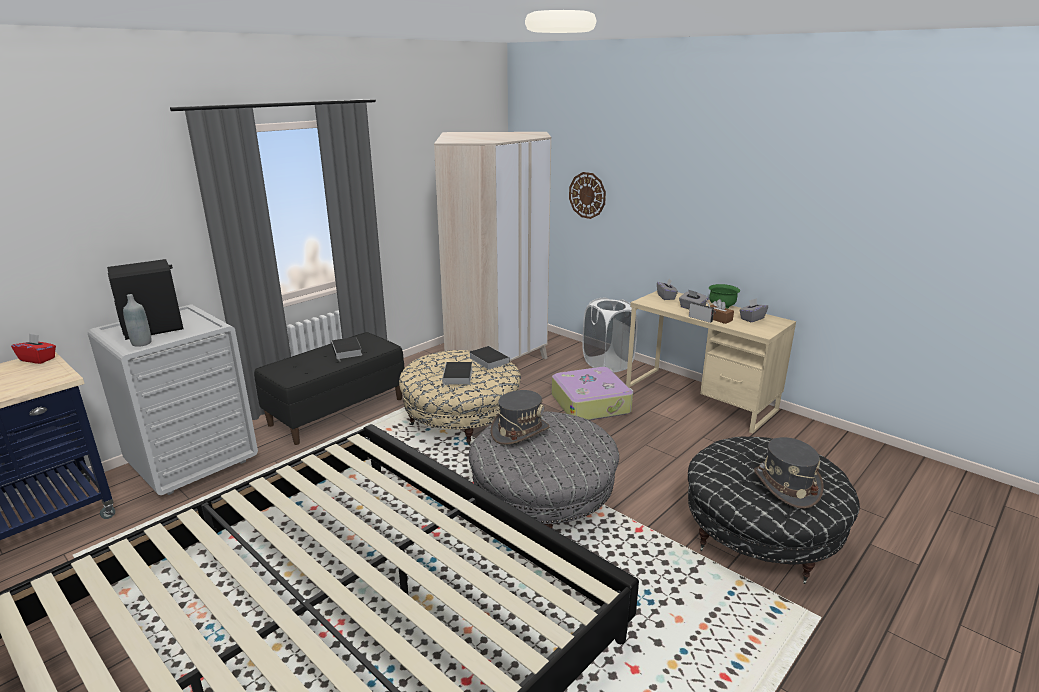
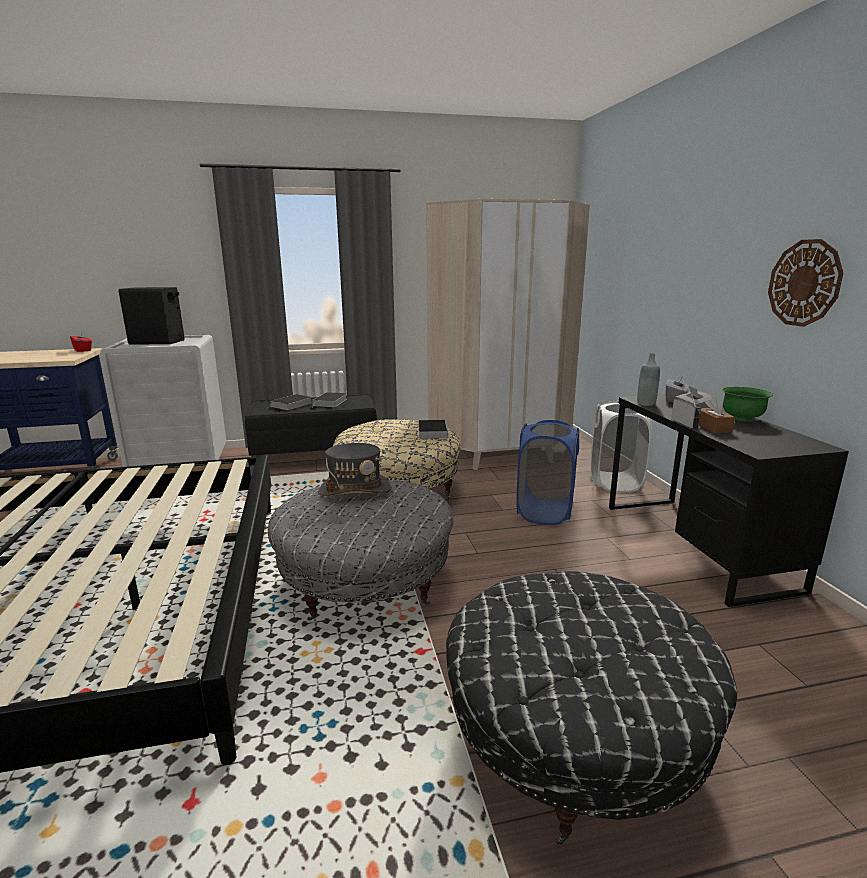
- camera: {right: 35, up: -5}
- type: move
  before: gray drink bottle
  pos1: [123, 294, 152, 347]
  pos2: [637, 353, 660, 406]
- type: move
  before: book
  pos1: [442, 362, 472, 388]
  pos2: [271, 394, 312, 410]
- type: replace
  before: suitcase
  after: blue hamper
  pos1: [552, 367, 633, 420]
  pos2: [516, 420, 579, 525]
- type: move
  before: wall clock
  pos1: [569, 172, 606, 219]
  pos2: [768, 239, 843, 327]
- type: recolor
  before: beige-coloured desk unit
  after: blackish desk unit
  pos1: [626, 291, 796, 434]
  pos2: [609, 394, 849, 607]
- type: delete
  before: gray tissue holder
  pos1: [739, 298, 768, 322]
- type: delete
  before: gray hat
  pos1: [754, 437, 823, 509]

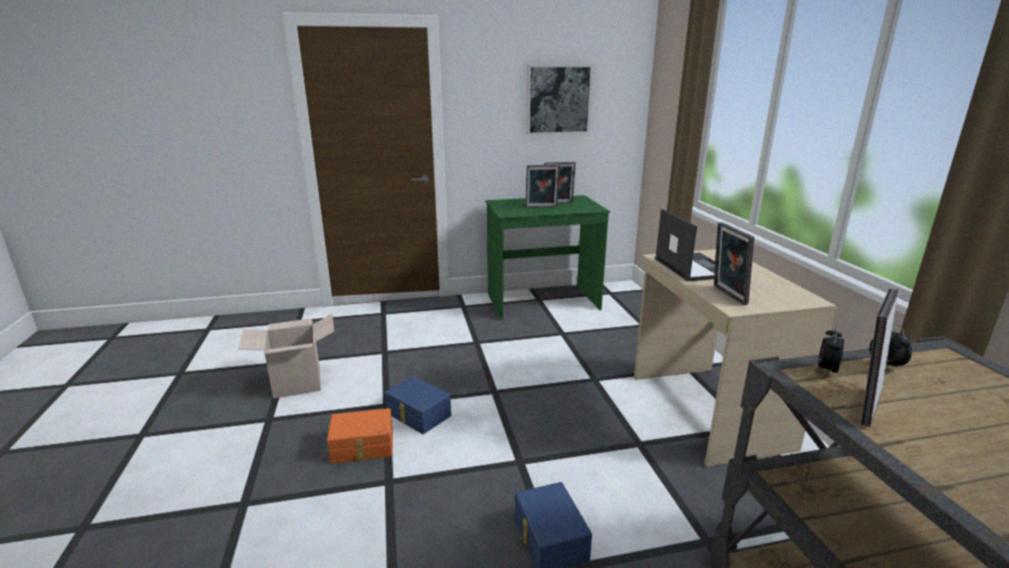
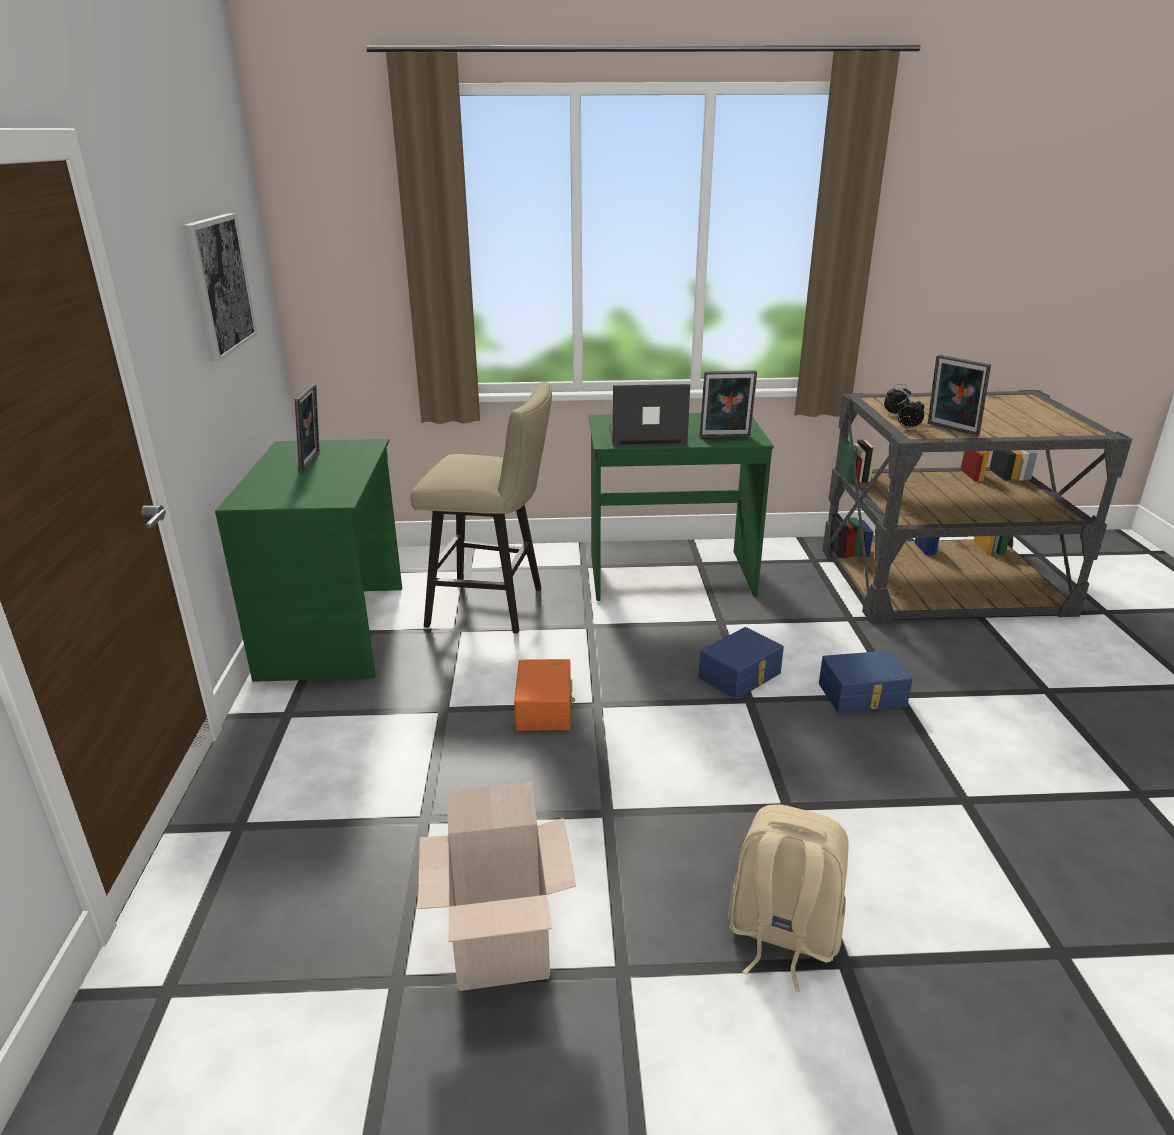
- camera: {right: -80, up: 5}
- type: move
  before: orange storage box
  pos1: [327, 408, 393, 464]
  pos2: [514, 659, 575, 731]
- type: move
  before: blue storage box
  pos1: [385, 376, 451, 434]
  pos2: [699, 627, 784, 699]
- type: delete
  before: picture frame
  pos1: [525, 165, 560, 208]
- type: recolor
  before: beige-coloured desk unit
  after: greenish desk unit
  pos1: [634, 249, 836, 467]
  pos2: [589, 413, 774, 601]
- type: insert
  after: beige-coloured stool
  pos2: [410, 382, 552, 633]
- type: insert
  after: beige-coloured knapsack
  pos2: [728, 804, 849, 992]

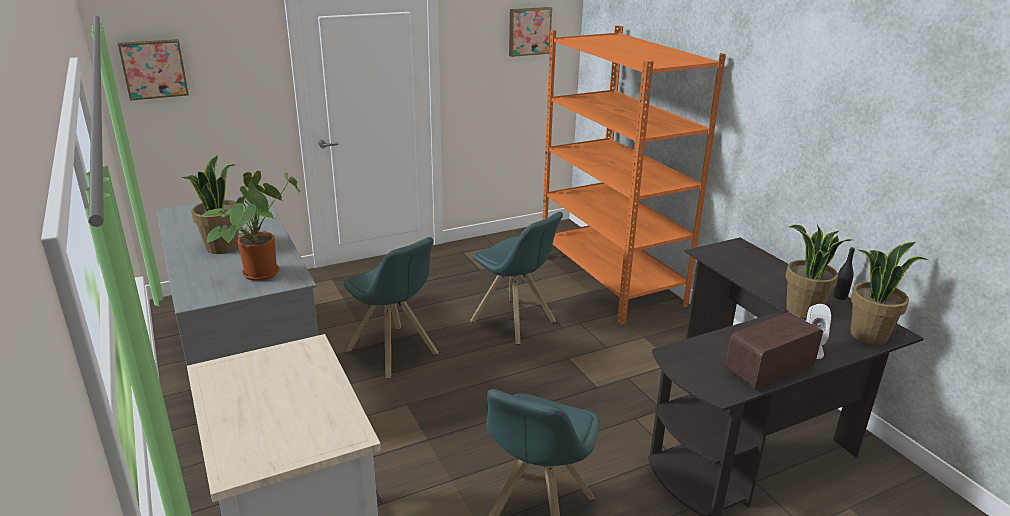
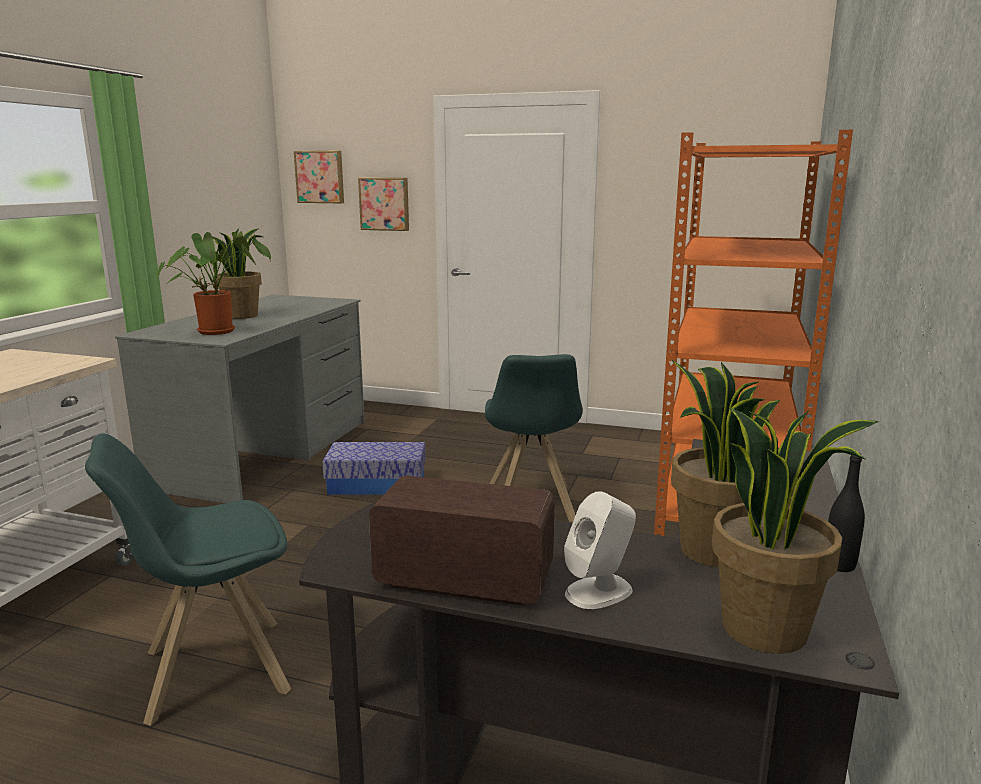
- camera: {right: 45, up: -10}
- type: replace
  before: blue-green upright chair
  after: storage box
  pos1: [343, 237, 438, 379]
  pos2: [322, 442, 426, 495]
- type: move
  before: picture
  pos1: [509, 7, 552, 57]
  pos2: [358, 178, 409, 231]

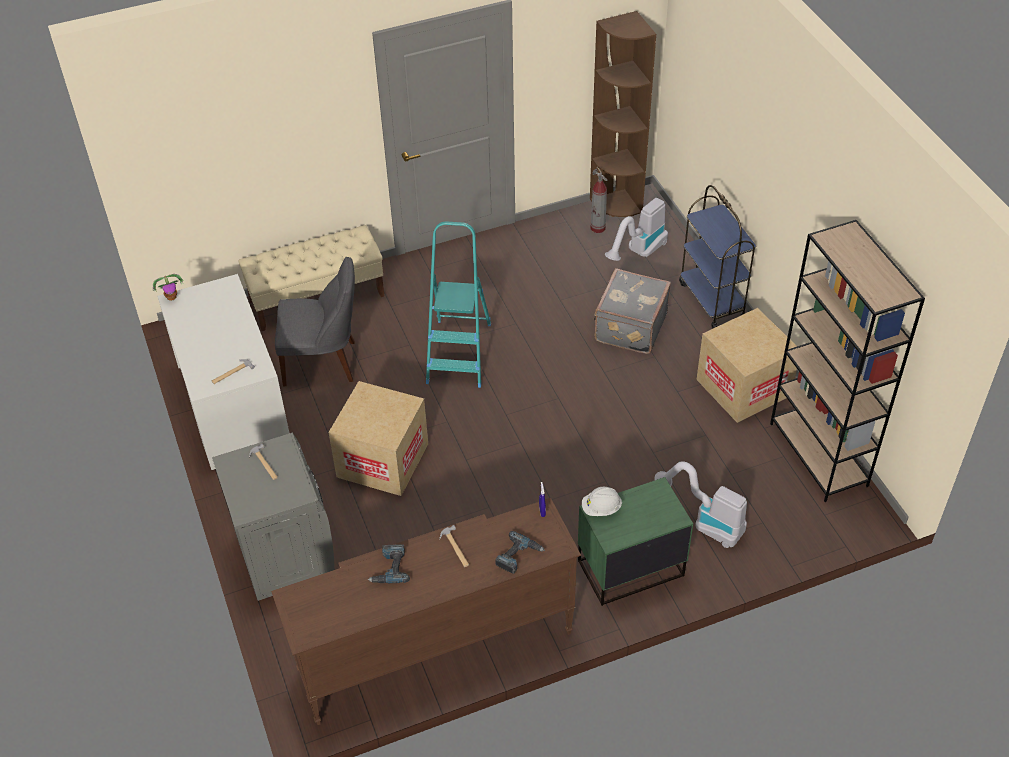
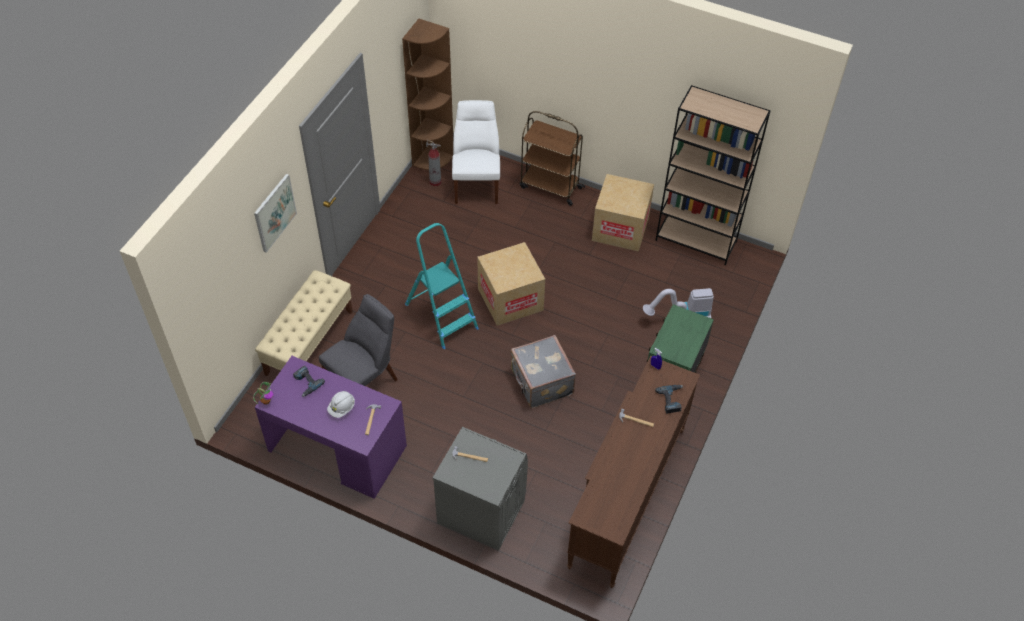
- camera: {right: -45, up: 5}
- type: recolor
  before: white-coloured desk unit
  after: purplish desk unit
  pos1: [157, 274, 289, 470]
  pos2: [255, 356, 407, 499]
- type: move
  before: packing box
  pos1: [328, 381, 428, 496]
  pos2: [477, 242, 545, 326]
- type: move
  before: electric drill
  pos1: [368, 544, 410, 583]
  pos2: [293, 366, 325, 397]
- type: move
  before: white-coloured hard hat
  pos1: [582, 487, 622, 516]
  pos2: [327, 391, 355, 418]
- type: move
  before: gray suitcase
  pos1: [594, 268, 671, 354]
  pos2: [511, 335, 576, 408]
- type: replace
  before: vacuum
  after: white-coloured upright chair
  pos1: [605, 198, 668, 261]
  pos2: [452, 100, 500, 204]
- type: recolor
  before: blue wheeled cart
  after: brown wheeled cart
  pos1: [679, 185, 756, 329]
  pos2: [520, 111, 585, 206]
- type: insert
  after: picture
  pos2: [254, 174, 297, 253]

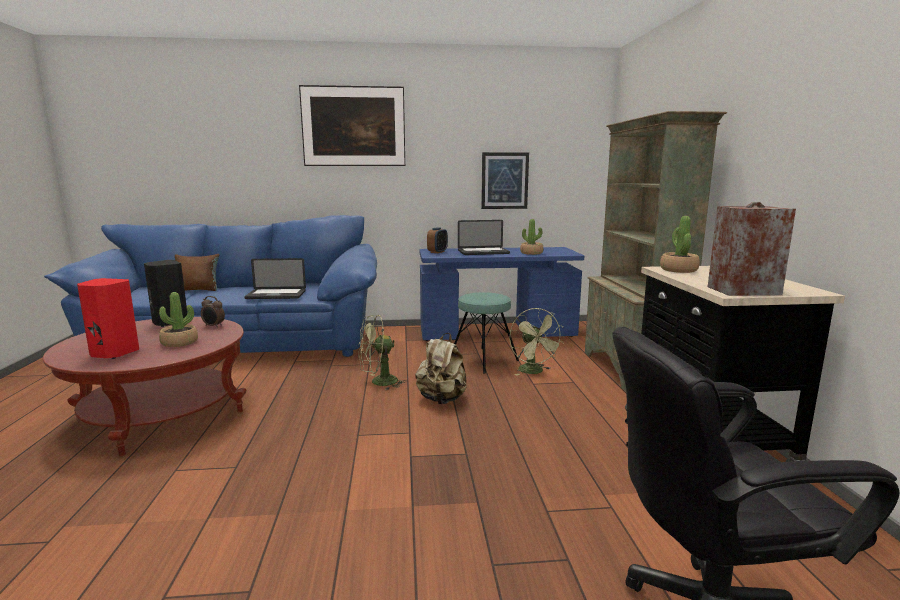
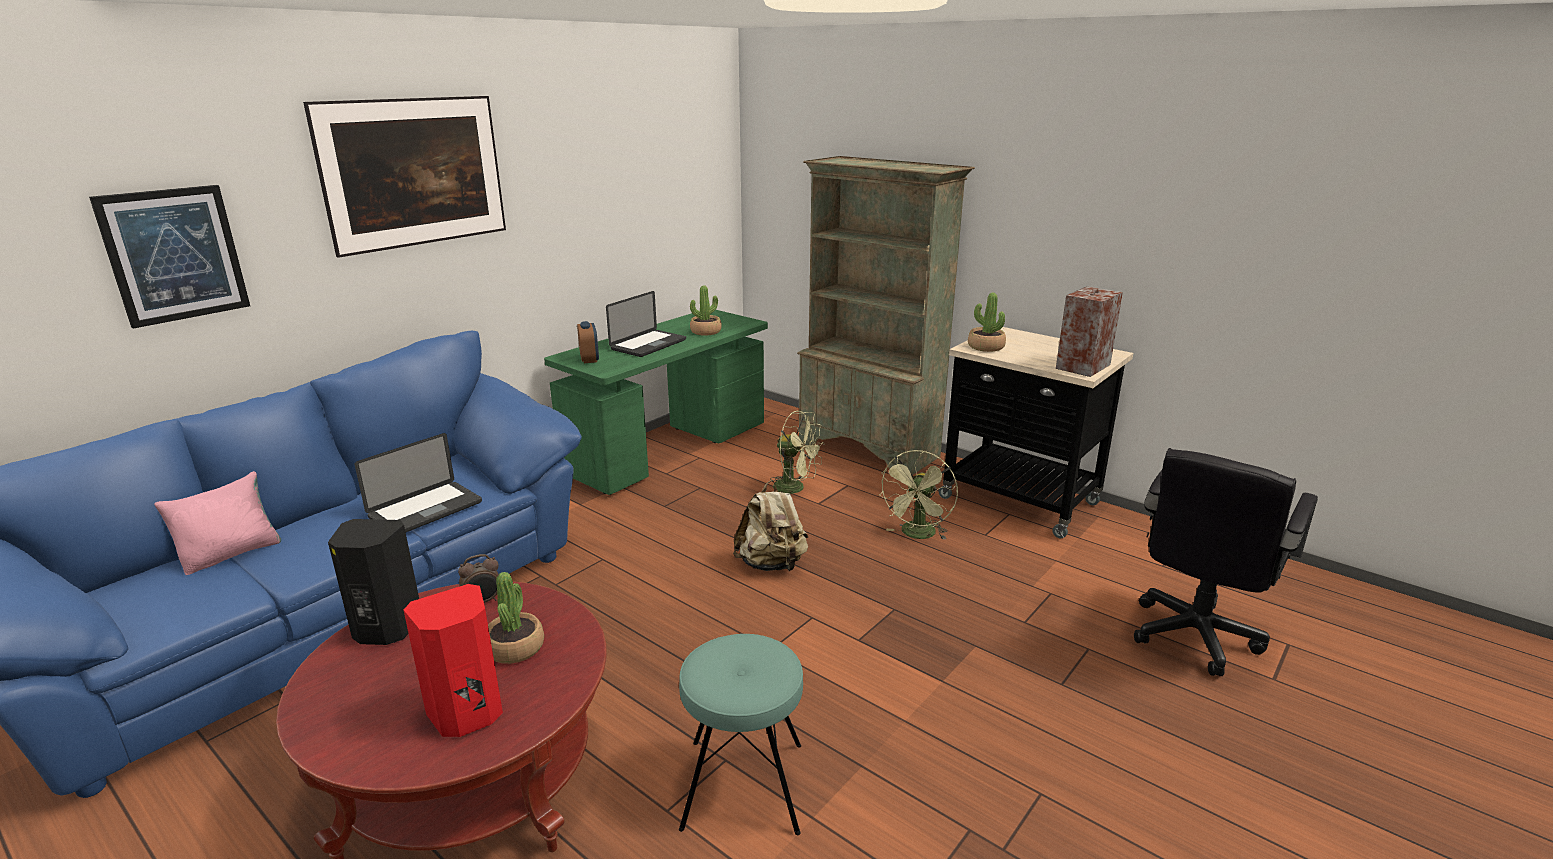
- camera: {right: -45, up: 10}
- type: recolor
  before: brown pillow
  after: pink pillow
  pos1: [175, 254, 220, 291]
  pos2: [154, 471, 281, 575]
- type: move
  before: greenish electric fan
  pos1: [358, 315, 407, 390]
  pos2: [879, 450, 958, 540]
- type: recolor
  before: blue desk unit
  after: greenish desk unit
  pos1: [420, 247, 584, 341]
  pos2: [544, 310, 768, 495]
- type: move
  before: blue-green stool
  pos1: [454, 292, 519, 373]
  pos2: [679, 634, 803, 835]
- type: move
  before: picture
  pos1: [481, 152, 529, 209]
  pos2: [89, 185, 250, 329]

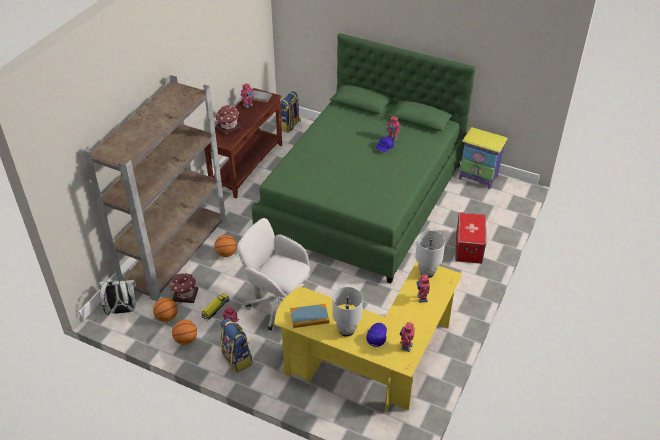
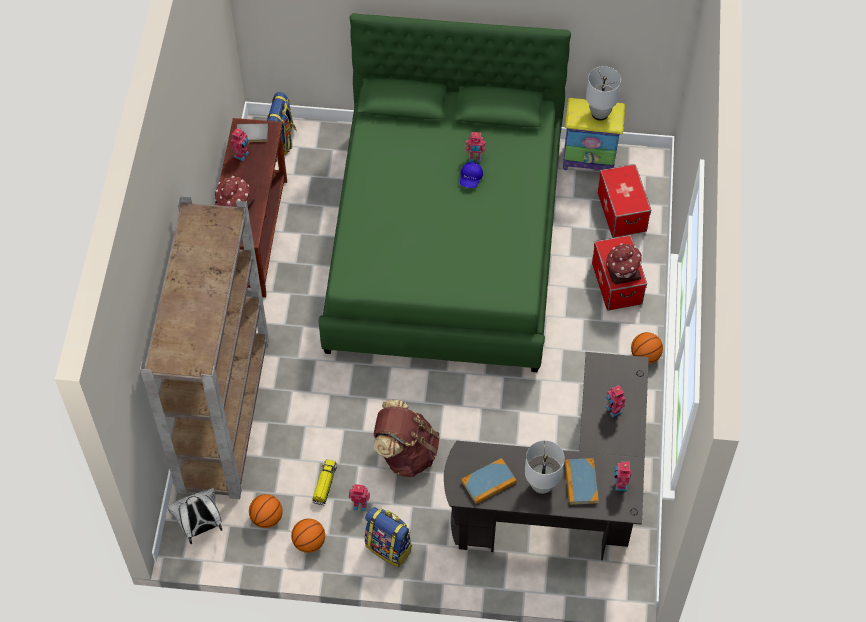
- camera: {right: -20, up: 15}
- type: move
  before: miniature house
  pos1: [170, 273, 198, 303]
  pos2: [606, 243, 642, 285]
- type: move
  before: basketball
  pos1: [215, 235, 237, 257]
  pos2: [631, 332, 663, 364]
- type: replace
  before: white-coloured desk chair
  after: brown knapsack
  pos1: [237, 218, 310, 330]
  pos2: [374, 400, 440, 477]
- type: recolor
  before: yellow desk unit
  after: blackish desk unit
  pos1: [274, 261, 462, 414]
  pos2: [444, 352, 649, 560]
- type: replace
  before: blue baseball cap
  after: book
  pos1: [366, 323, 387, 347]
  pos2: [565, 458, 599, 505]
- type: move
  before: white-coloured tabletop lamp
  pos1: [415, 231, 445, 278]
  pos2: [586, 66, 621, 121]
- type: insert
  after: storage box
  pos2: [598, 164, 651, 238]

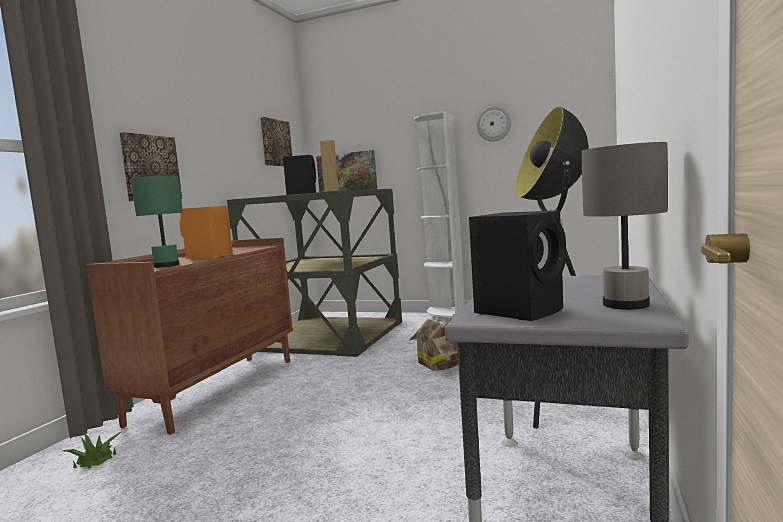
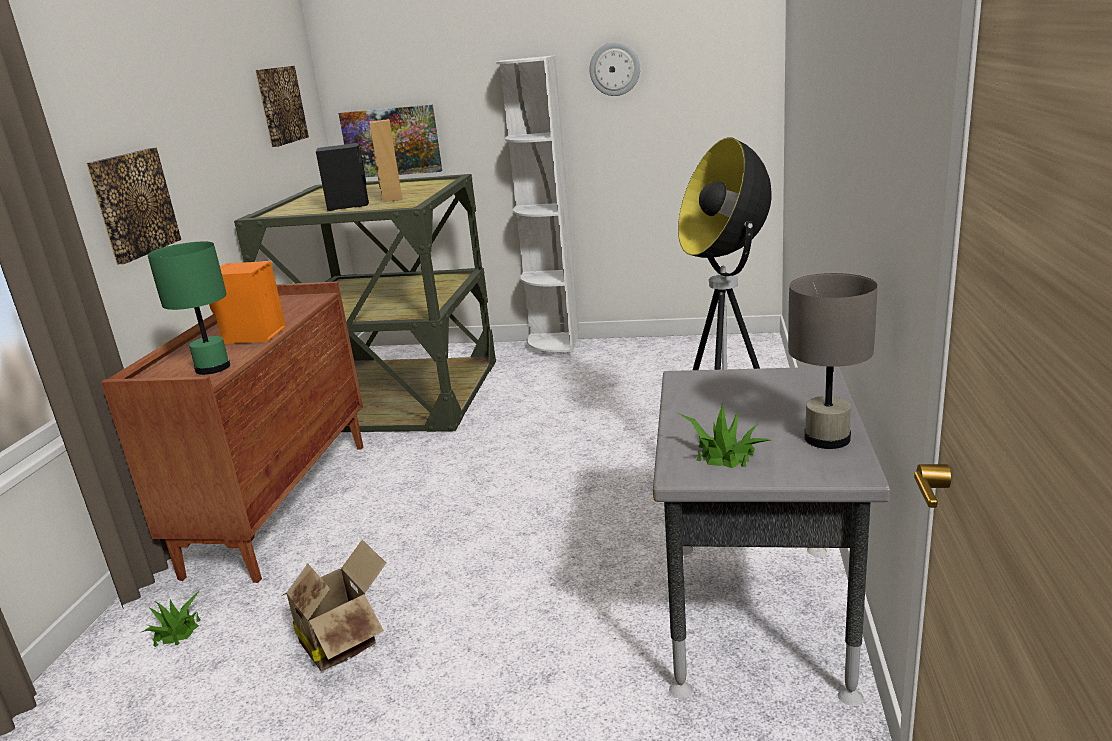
- camera: {right: -10, up: 15}
- type: move
  before: packing box
  pos1: [410, 314, 458, 371]
  pos2: [283, 540, 386, 671]
- type: replace
  before: blackish loudspeaker
  after: houseplant
  pos1: [469, 210, 566, 321]
  pos2: [678, 403, 772, 468]

